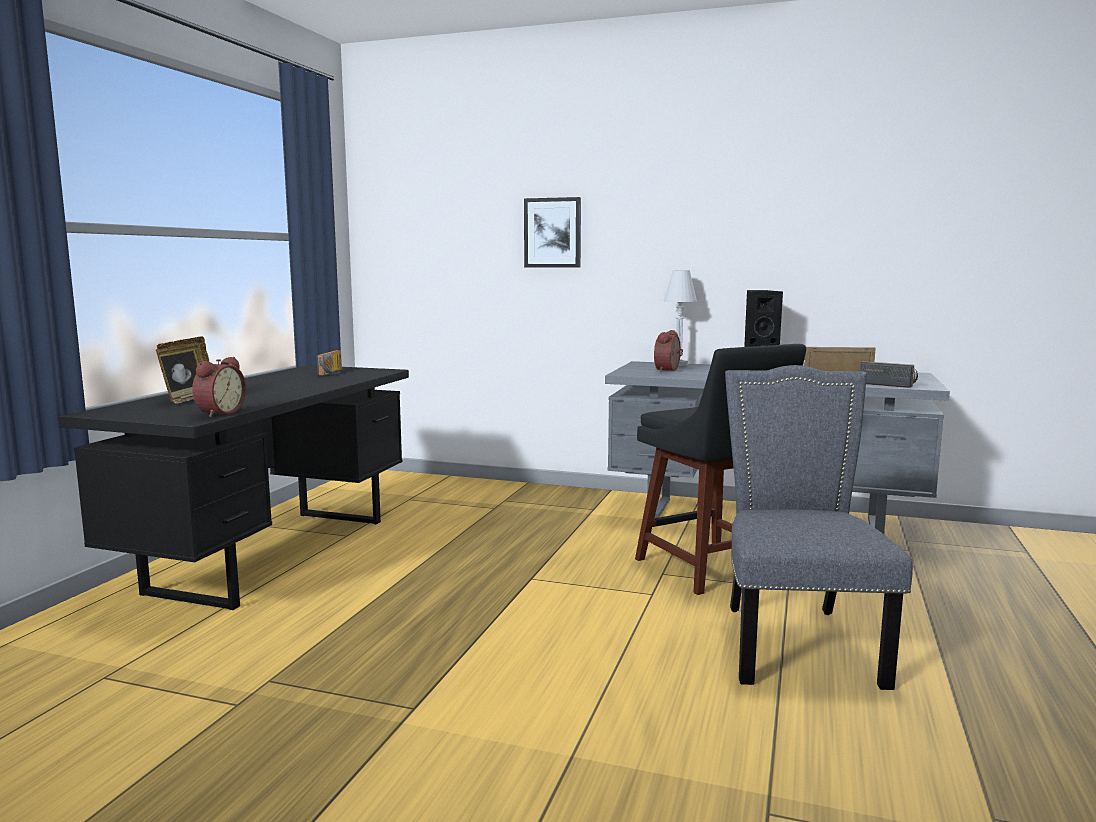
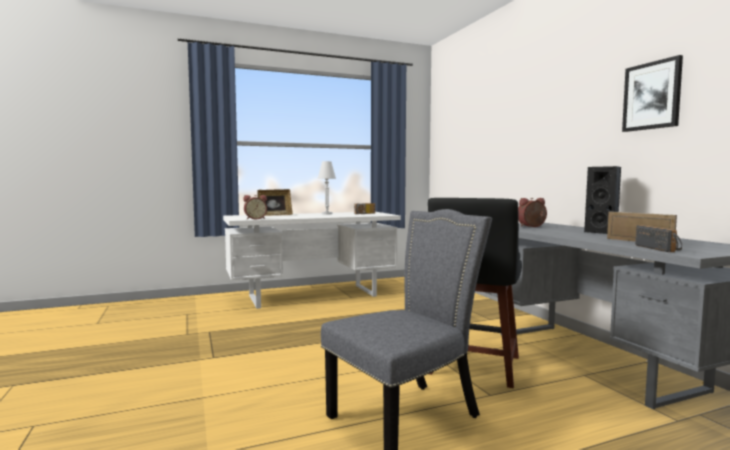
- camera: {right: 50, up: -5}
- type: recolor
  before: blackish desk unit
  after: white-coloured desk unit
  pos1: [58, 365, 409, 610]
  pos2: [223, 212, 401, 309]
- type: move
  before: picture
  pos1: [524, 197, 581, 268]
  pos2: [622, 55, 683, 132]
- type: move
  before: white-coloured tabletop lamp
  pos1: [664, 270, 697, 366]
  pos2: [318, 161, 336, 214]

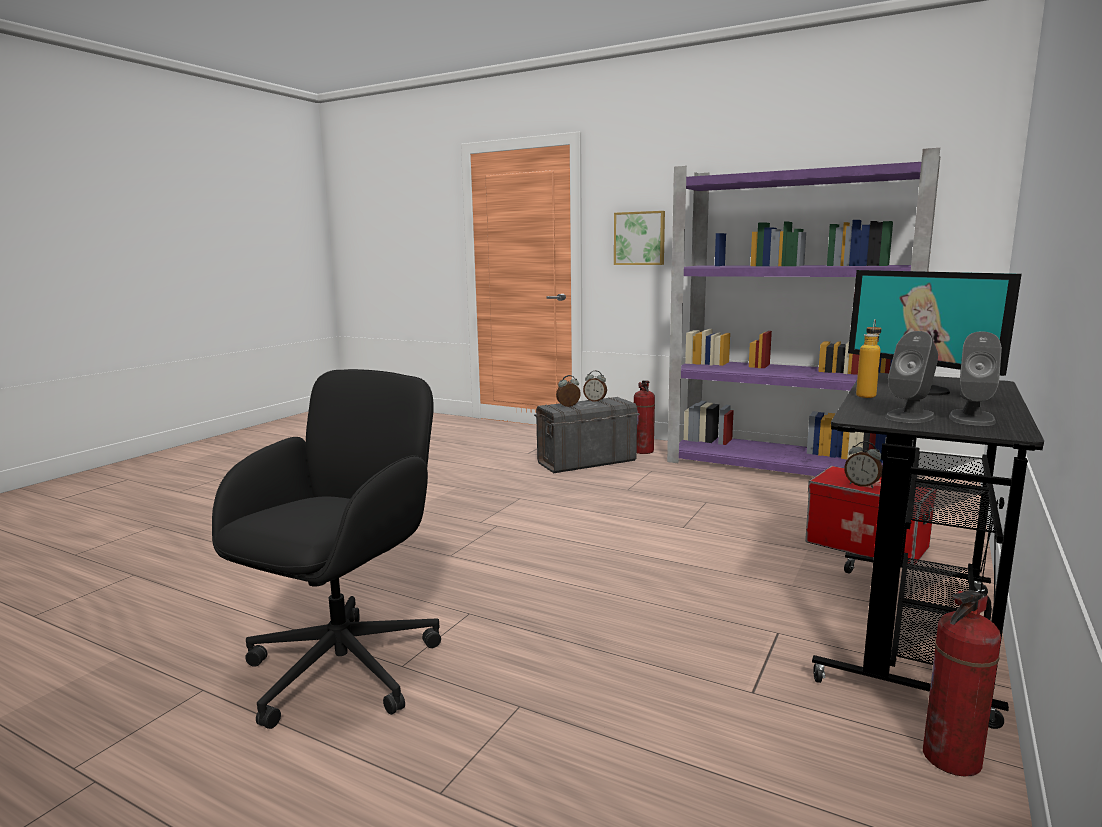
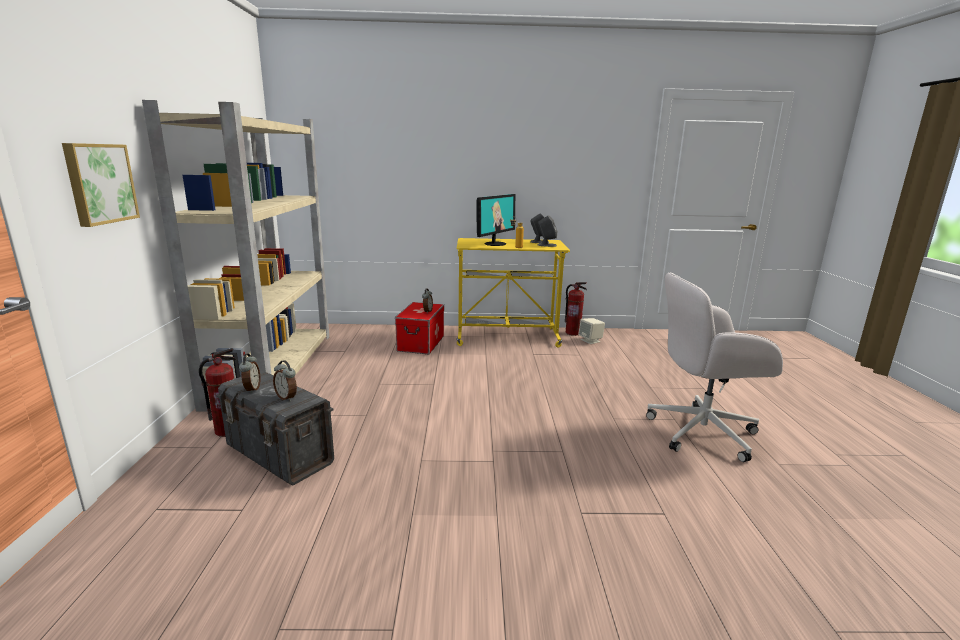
- camera: {right: -120, up: 5}
- type: recolor
  before: blackish desk chair
  after: white-coloured desk chair
  pos1: [212, 369, 441, 729]
  pos2: [646, 272, 783, 462]
- type: recolor
  before: purplish bookcase
  after: beige-coloured bookcase
  pos1: [667, 148, 940, 476]
  pos2: [142, 100, 329, 412]
- type: recolor
  before: blackish desk unit
  after: yellow desk unit
  pos1: [812, 373, 1044, 729]
  pos2: [456, 238, 570, 348]
- type: insert
  after: beige-coloured loudspeaker
  pos2: [578, 318, 605, 344]

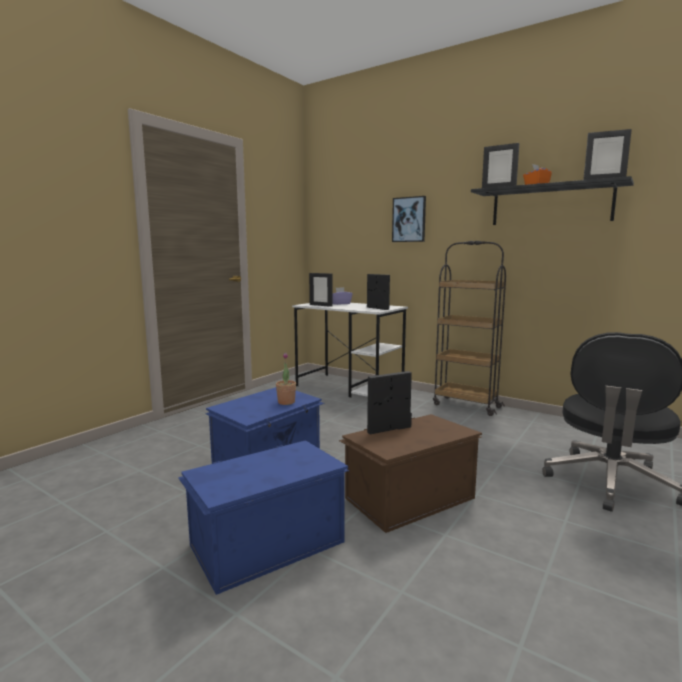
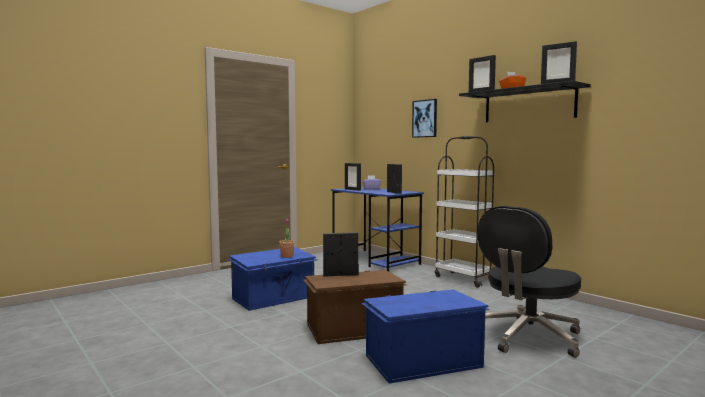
- camera: {right: 15, up: -5}
- type: move
  before: blue storage box
  pos1: [178, 440, 349, 595]
  pos2: [361, 289, 489, 384]
- type: recolor
  before: white-coloured desk unit
  after: blue desk unit
  pos1: [292, 303, 408, 398]
  pos2: [331, 187, 424, 271]
- type: recolor
  before: brown wheeled cart
  after: white-coloured wheeled cart
  pos1: [433, 241, 506, 416]
  pos2: [435, 136, 495, 288]

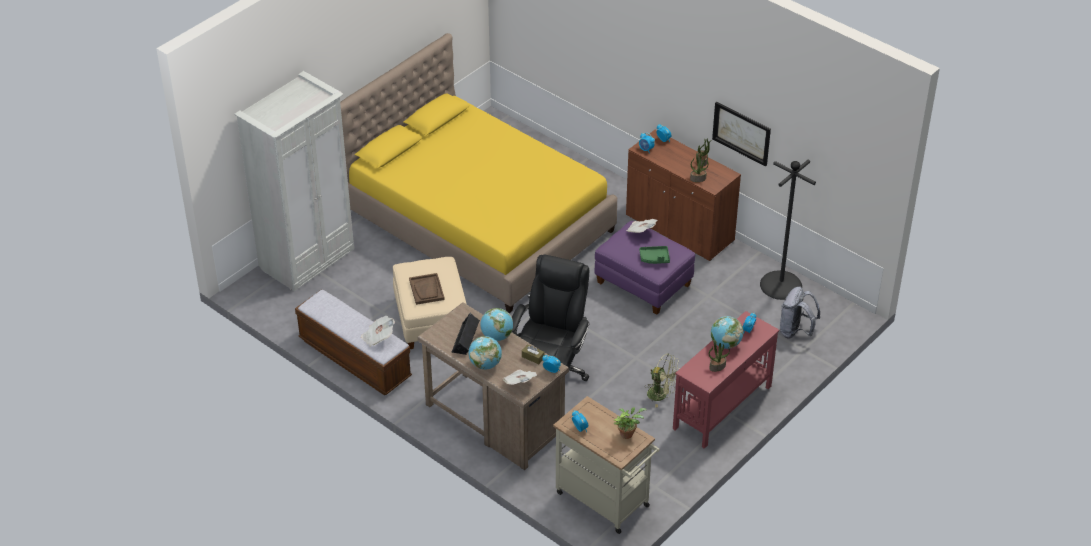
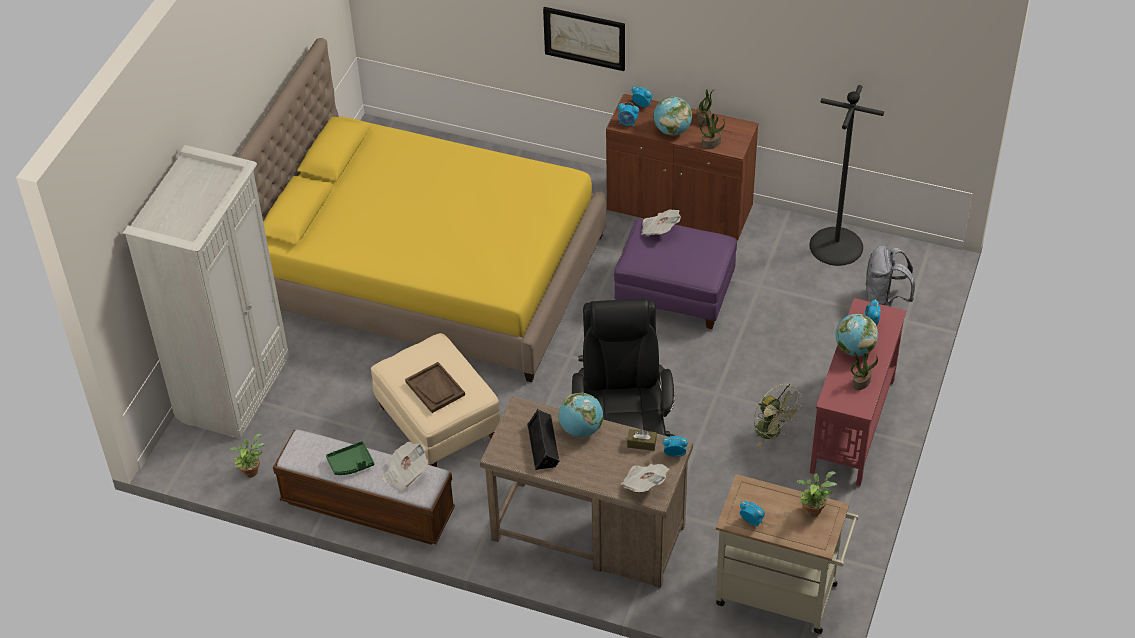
- camera: {right: -20, up: 5}
- type: move
  before: world globe
  pos1: [469, 336, 502, 369]
  pos2: [653, 97, 692, 135]
- type: move
  before: greenish serving tray
  pos1: [639, 246, 670, 264]
  pos2: [326, 441, 374, 475]
- type: rotate
  before: greenish electric fan
  pos1: [647, 354, 679, 408]
  pos2: [754, 383, 803, 447]
  turn: 45
- type: move
  before: picture
  pos1: [712, 102, 771, 167]
  pos2: [543, 7, 625, 71]
- type: insert
  after: houseplant
  pos2: [230, 434, 265, 478]

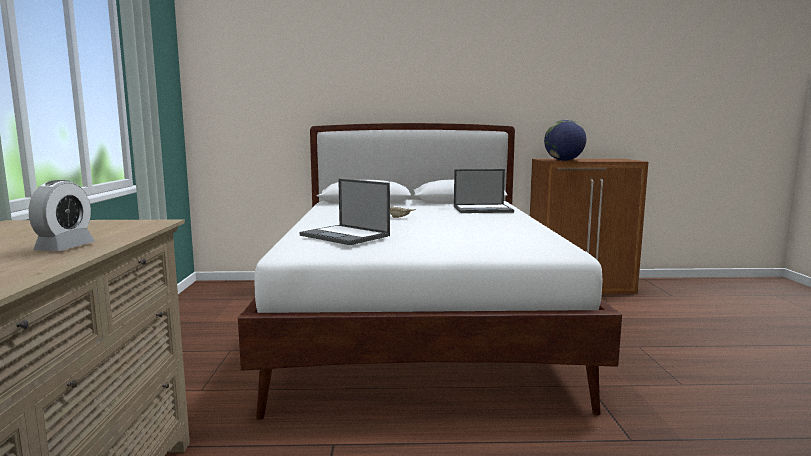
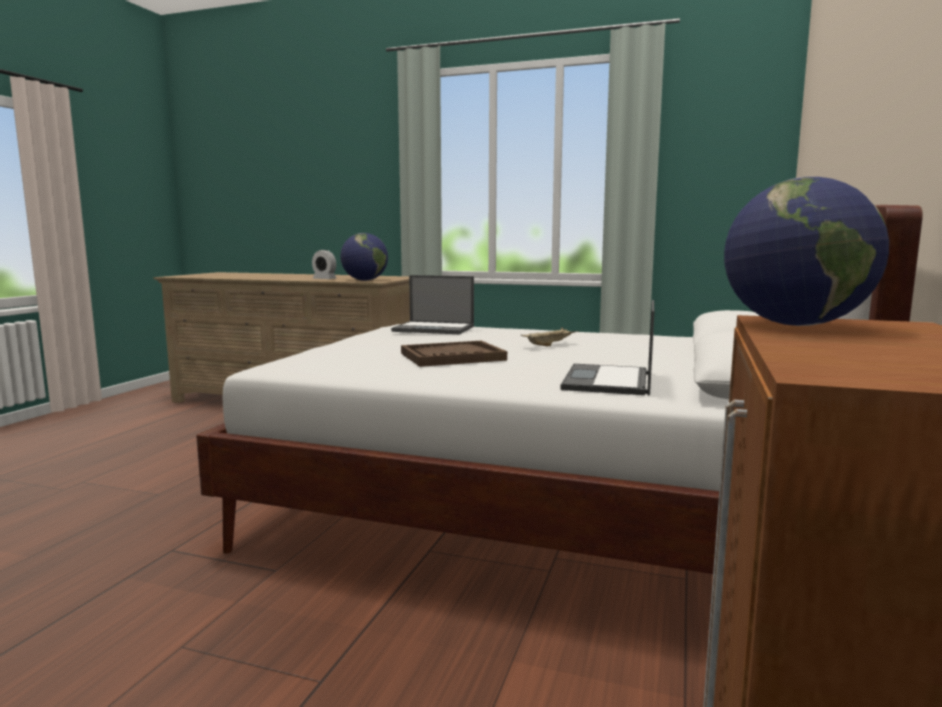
- camera: {right: 110, up: 0}
- type: rotate
  before: notebook computer
  pos1: [300, 179, 390, 245]
  pos2: [391, 275, 474, 334]
  turn: -135
- type: insert
  after: world globe
  pos2: [340, 233, 388, 281]
- type: insert
  after: brown serving tray
  pos2: [401, 341, 507, 367]

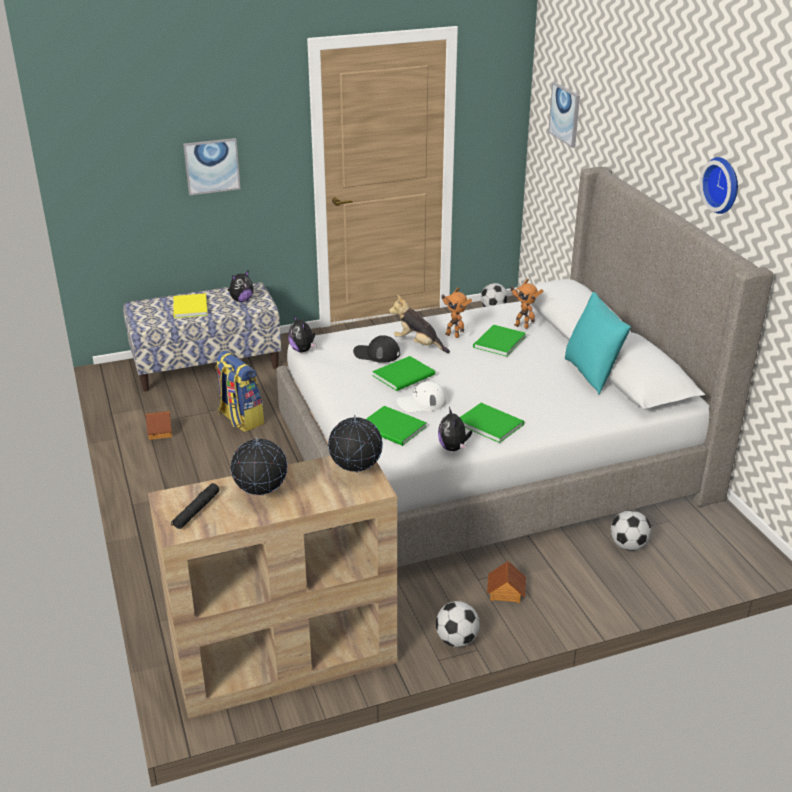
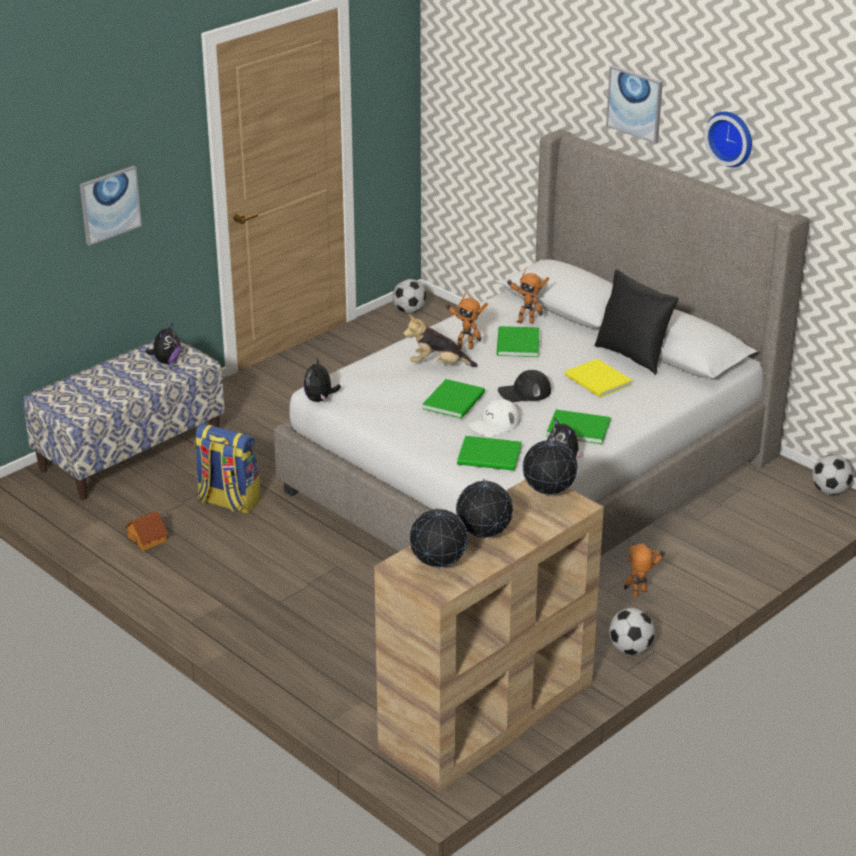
- camera: {right: -25, up: 0}
- type: replace
  before: blackish torch
  after: world globe
  pos1: [171, 483, 220, 529]
  pos2: [409, 508, 468, 569]
- type: move
  before: yellow book
  pos1: [173, 293, 208, 318]
  pos2: [565, 359, 633, 398]
- type: rotate
  before: plush toy
  pos1: [288, 315, 316, 352]
  pos2: [303, 358, 341, 402]
  turn: 60
- type: move
  before: blackish baseball cap
  pos1: [353, 335, 400, 363]
  pos2: [498, 370, 551, 402]
- type: replace
  before: miniature house
  after: model robot
  pos1: [487, 561, 526, 603]
  pos2: [624, 544, 666, 597]
- type: move
  before: picture
  pos1: [548, 82, 580, 148]
  pos2: [606, 65, 663, 144]
- type: recolor
  before: blue-green pillow
  after: blackish pillow
  pos1: [565, 292, 631, 394]
  pos2: [595, 269, 679, 375]
- type: move
  before: football ball
  pos1: [611, 510, 651, 551]
  pos2: [812, 454, 853, 495]

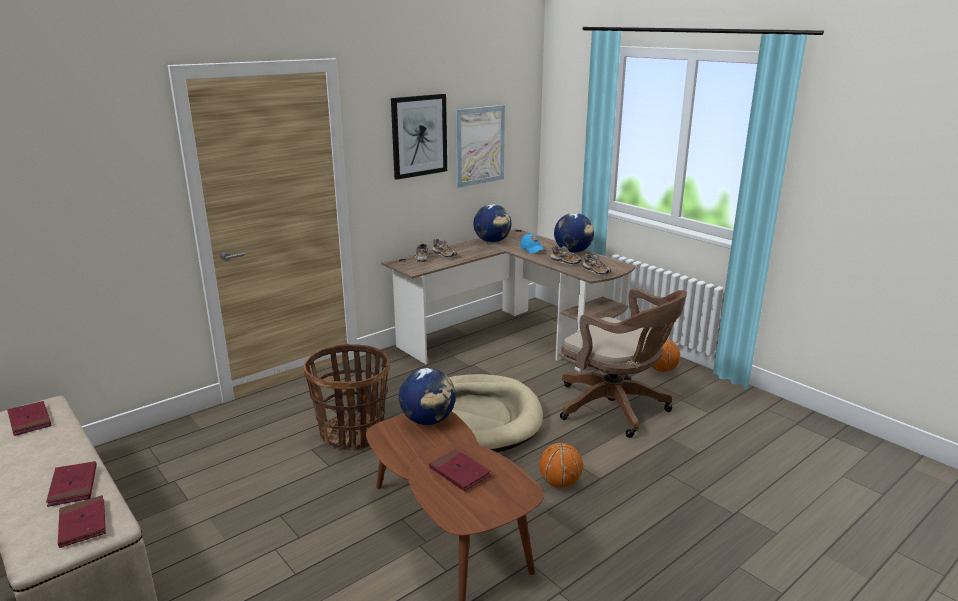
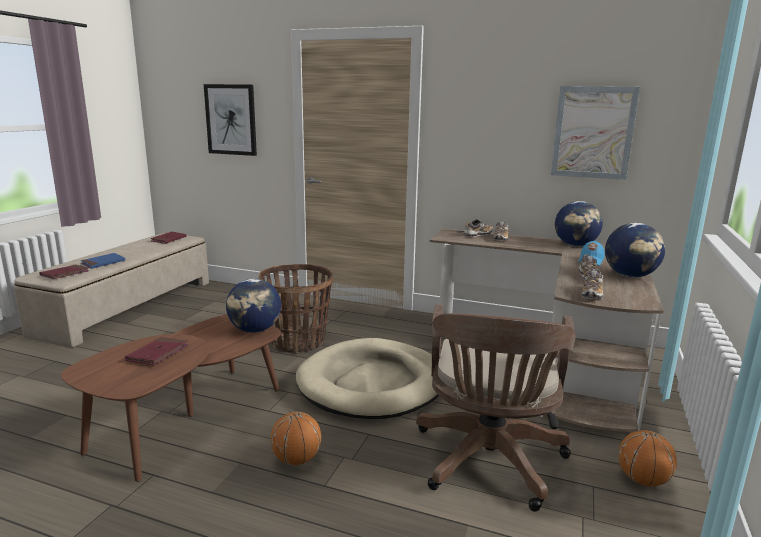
- camera: {right: 60, up: -5}
- type: recolor
  before: reddish book
  after: blue book
  pos1: [46, 461, 97, 507]
  pos2: [81, 253, 125, 269]
- type: move
  before: picture
  pos1: [391, 94, 447, 180]
  pos2: [204, 84, 257, 156]

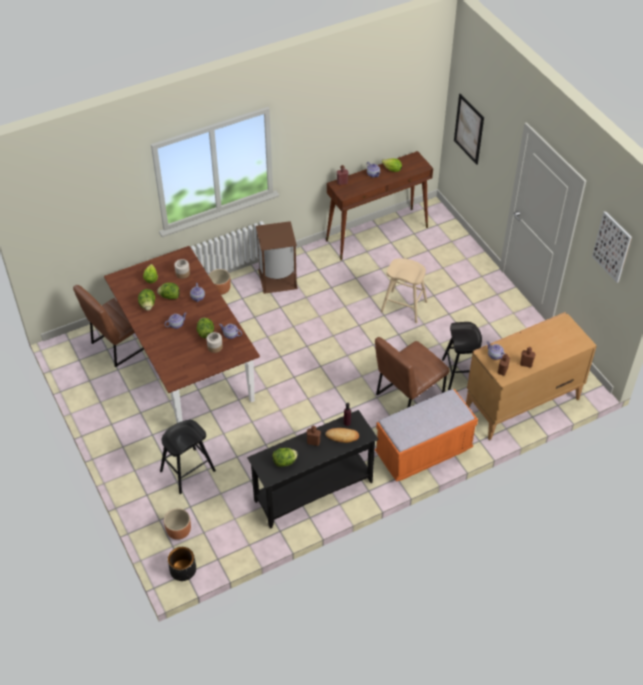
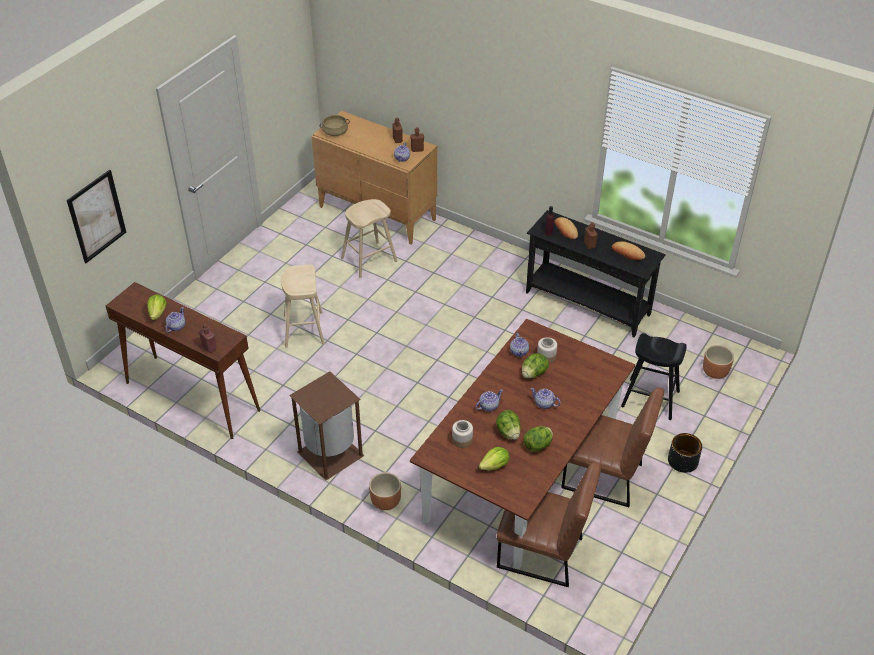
- camera: {right: -120, up: -5}
- type: move
  before: blackish flower pot
  pos1: [168, 547, 196, 581]
  pos2: [668, 433, 702, 473]
- type: replace
  before: lettuce
  after: baked bread
  pos1: [272, 448, 298, 467]
  pos2: [612, 241, 645, 260]
- type: move
  before: brown upright chair
  pos1: [375, 337, 450, 408]
  pos2: [561, 387, 664, 507]
- type: delete
  before: orange bench
  pos1: [375, 389, 478, 482]
- type: recolor
  before: blackish stool
  after: beige-coloured stool
  pos1: [442, 322, 482, 390]
  pos2: [341, 199, 397, 278]
- type: delete
  before: picture
  pos1: [592, 211, 632, 283]
- type: insert
  after: beige-coloured cooking pot
  pos2: [320, 115, 350, 136]

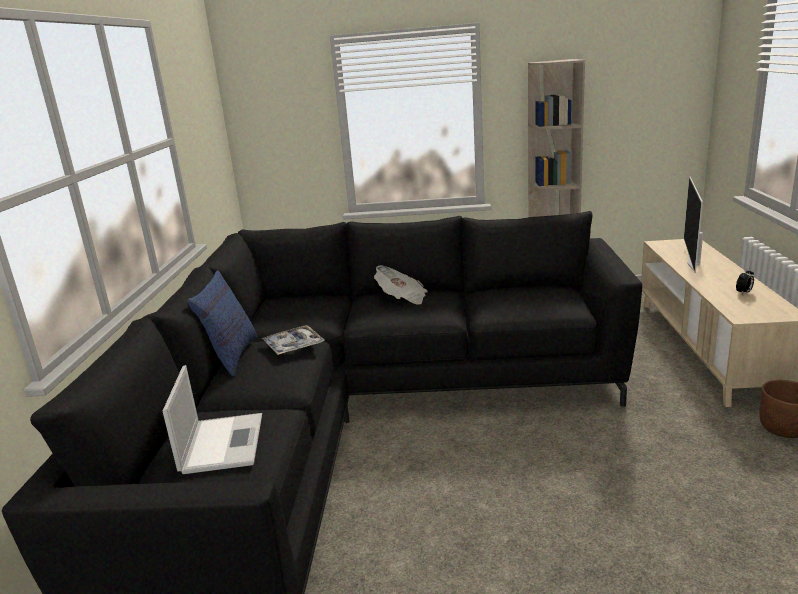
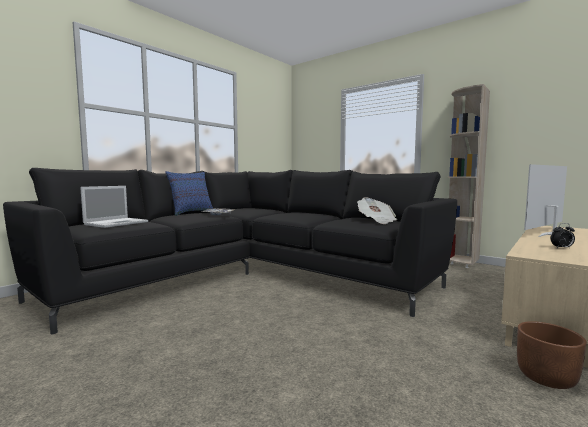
- camera: {right: 35, up: -15}
- type: move
  before: printed paper
  pos1: [374, 265, 428, 305]
  pos2: [357, 197, 397, 224]

